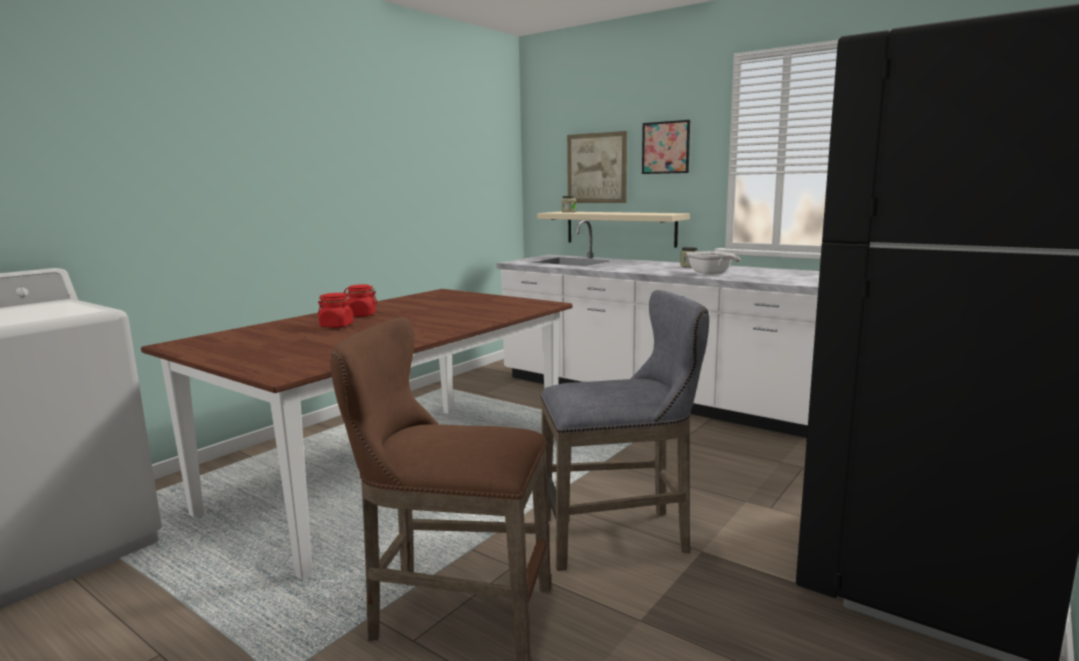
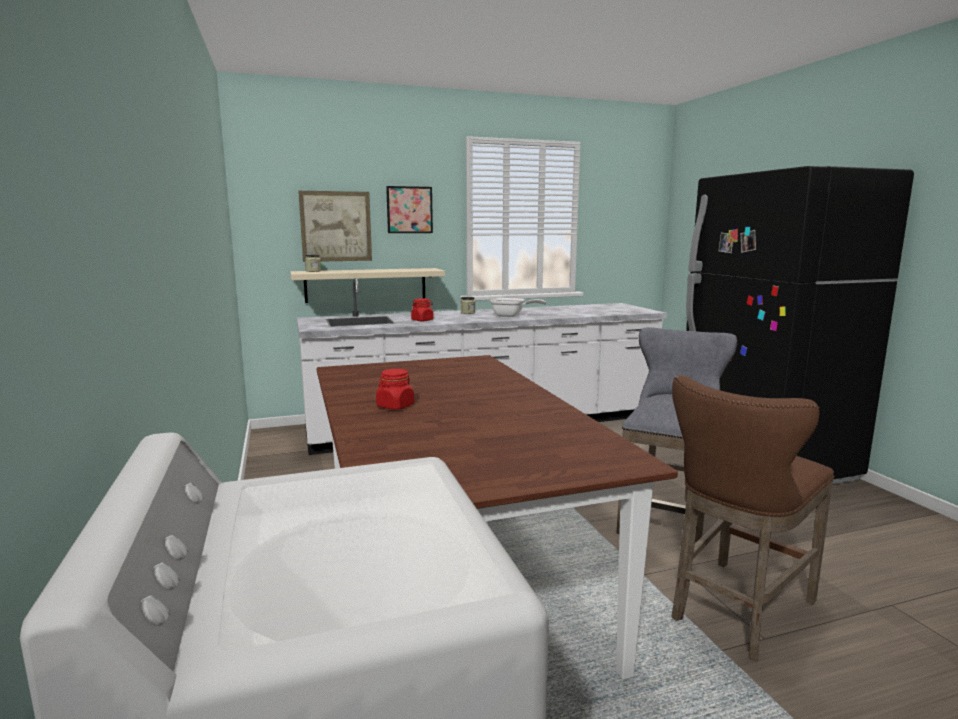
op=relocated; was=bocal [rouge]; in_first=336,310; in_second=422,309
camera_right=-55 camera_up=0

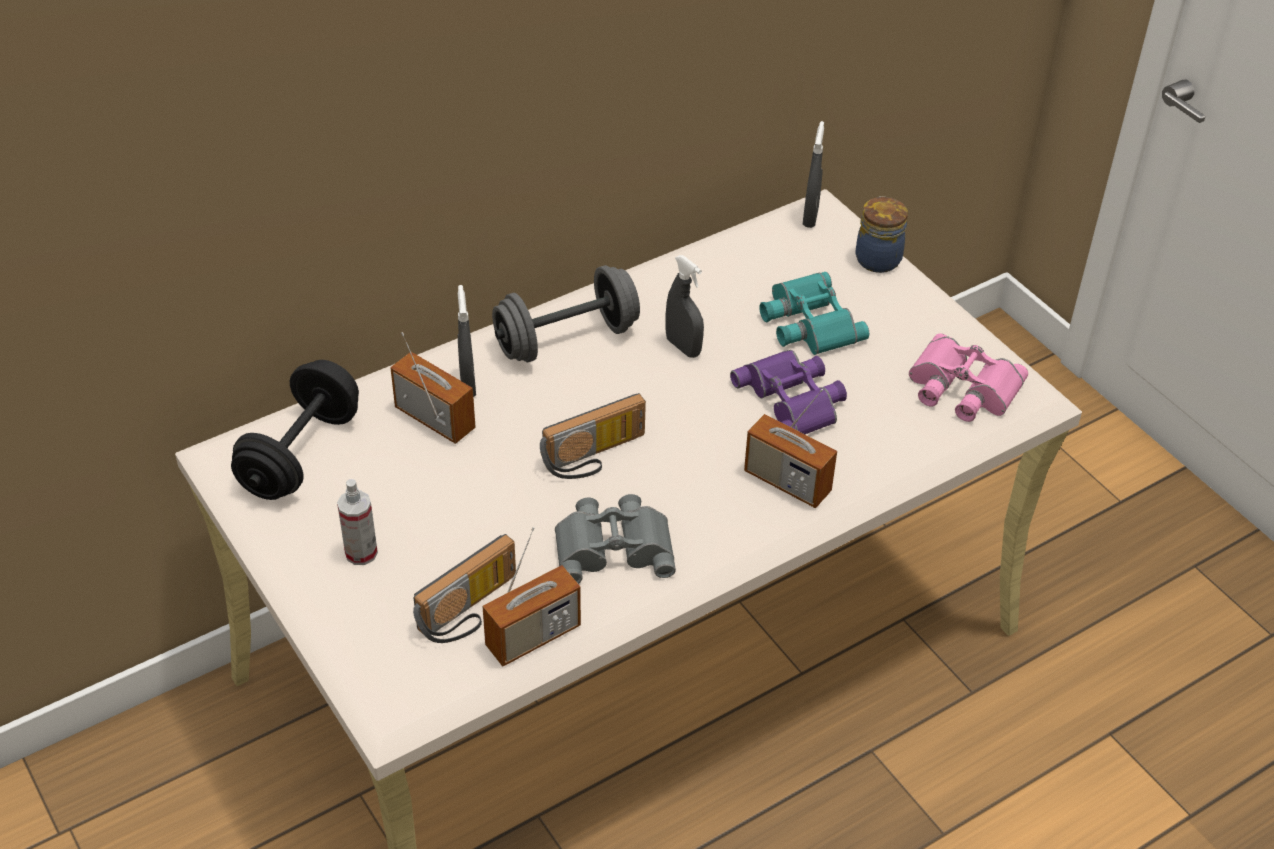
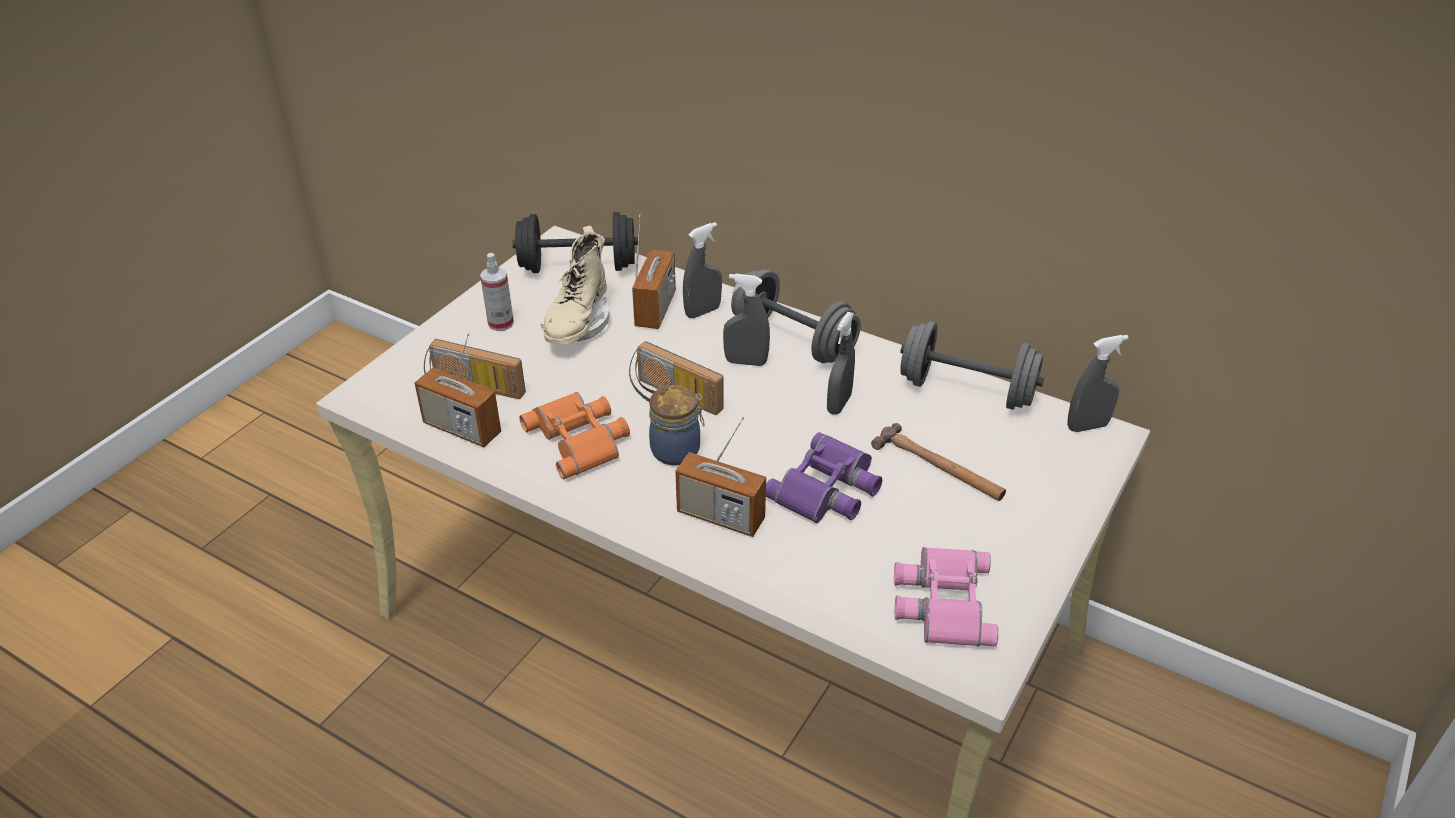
op=colour; was=jumelles [gris]; now=jumelles [orange]; in_first=615,539; in_second=574,435
op=appeared; now=botte [beige]; in_second=575,285
op=relocated; was=bocal; in_first=881,234; in_second=677,425
op=spun; was=radio; in_first=790,448; in_second=720,476; clockwise=-75
op=appeared; now=vaporisateur [gris]; in_second=746,319
op=exchanged; was=jumelles [turquoise]; now=marteau; in_first=814,313; in_second=938,462
op=appeared; now=haltère [gris]; in_second=972,365
camera_right=65 camera_up=-5

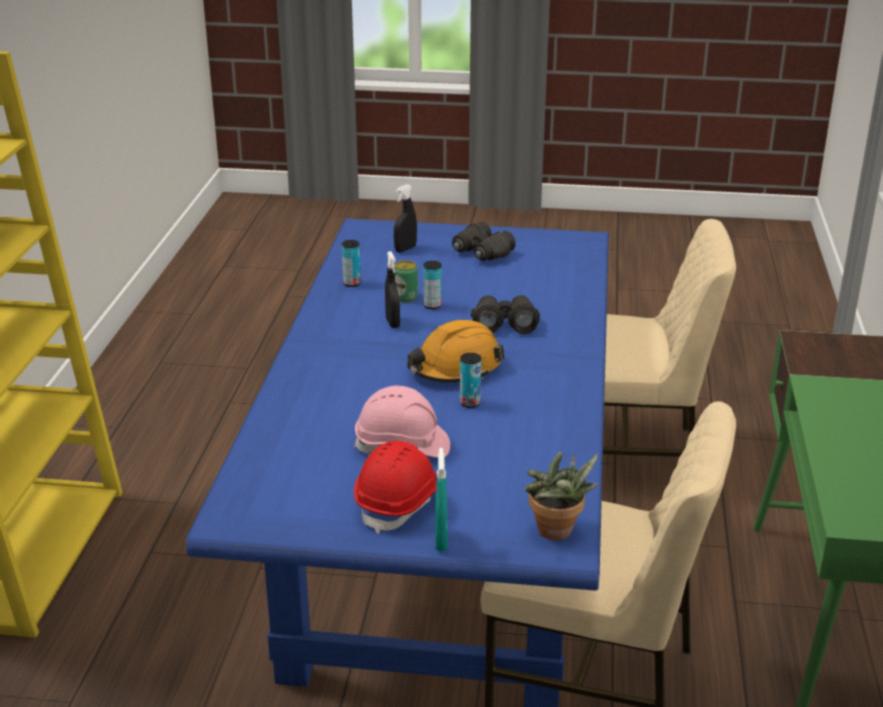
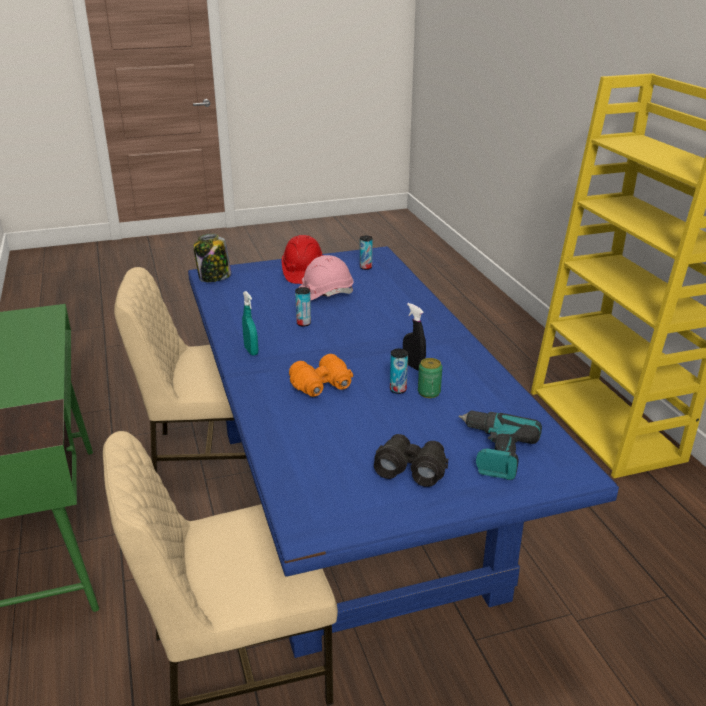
op=exchanged; was=plante en pot; now=bocal; in_first=561,496; in_second=212,258
op=relocated; was=vaporisateur [turquoise]; in_first=441,499; in_second=250,323
op=colour; was=jumelles [noir]; now=jumelles [orange]; in_first=505,314; in_second=321,375
op=relocated; was=boîte métallique; in_first=351,263; in_second=366,253
op=exchanged; was=vaporisateur [noir]; now=perceuse; in_first=405,218; in_second=500,445
op=missing; was=casque de chantier [orange]; in_first=455,351
camera_right=155 camera_up=0

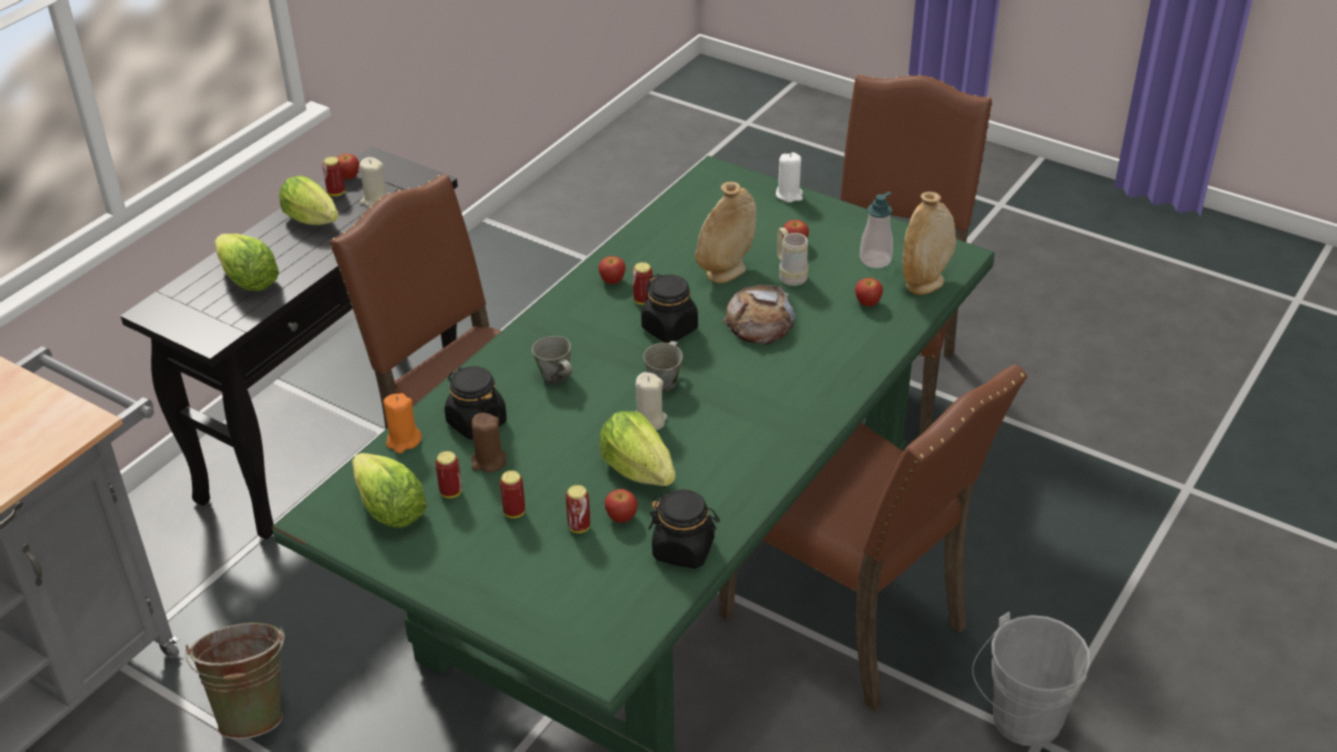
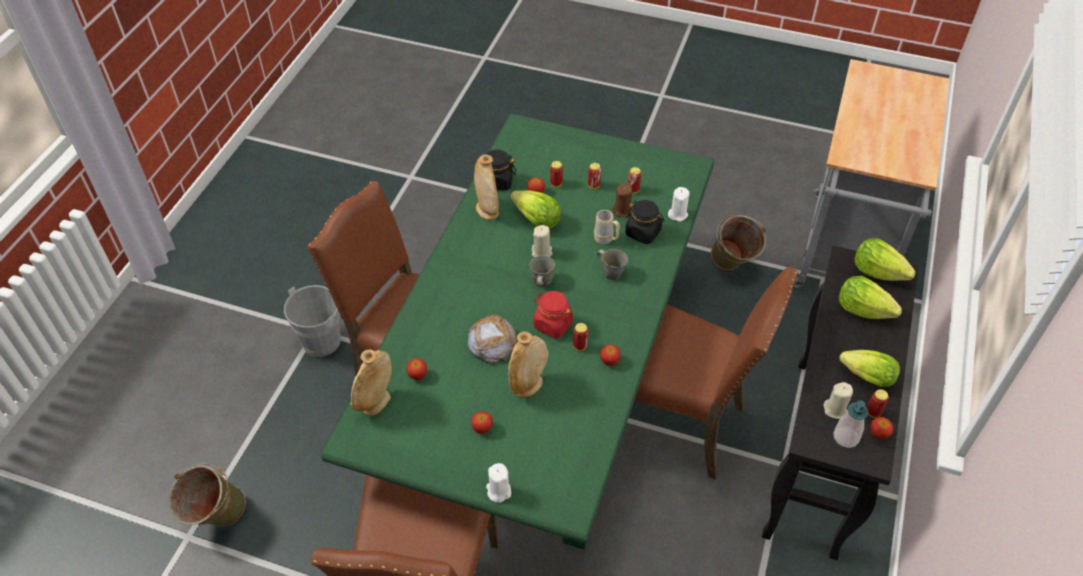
op=appeared; now=seau [vert]; in_second=207,494
op=appeared; now=vase [beige]; in_second=486,187
op=colour; was=bocal [noir]; now=bocal [rouge]; in_first=669,308; in_second=553,315
op=relocated; was=mug [beige]; in_first=792,257; in_second=607,227
op=colour; was=bougie [orange]; now=bougie [blanc]; in_first=403,423; in_second=678,204
op=relocated; was=distributeur de savon; in_first=876,230; in_second=851,424
op=relocated; was=laitue; in_first=389,490; in_second=884,259
camera_right=165 camera_up=10

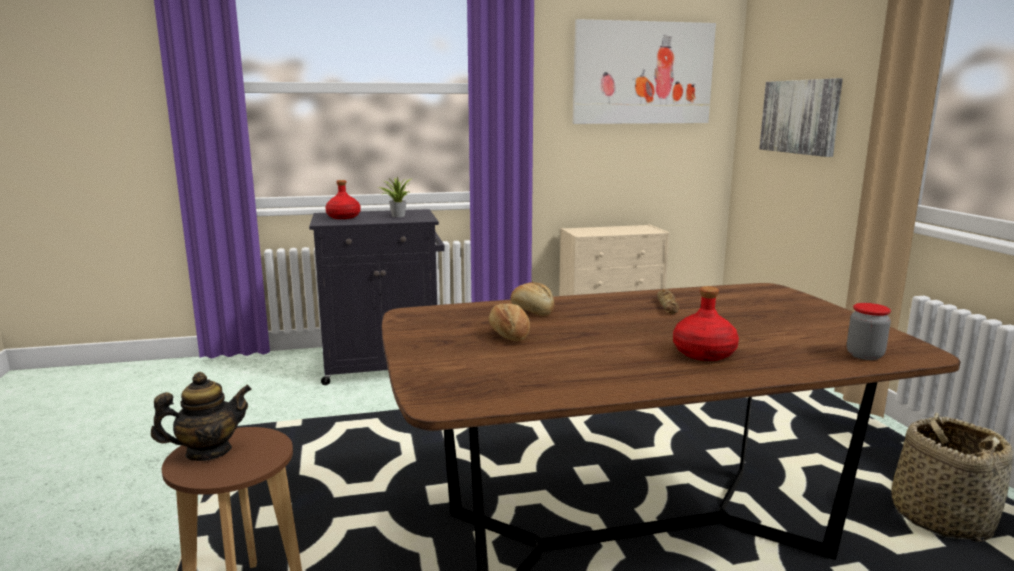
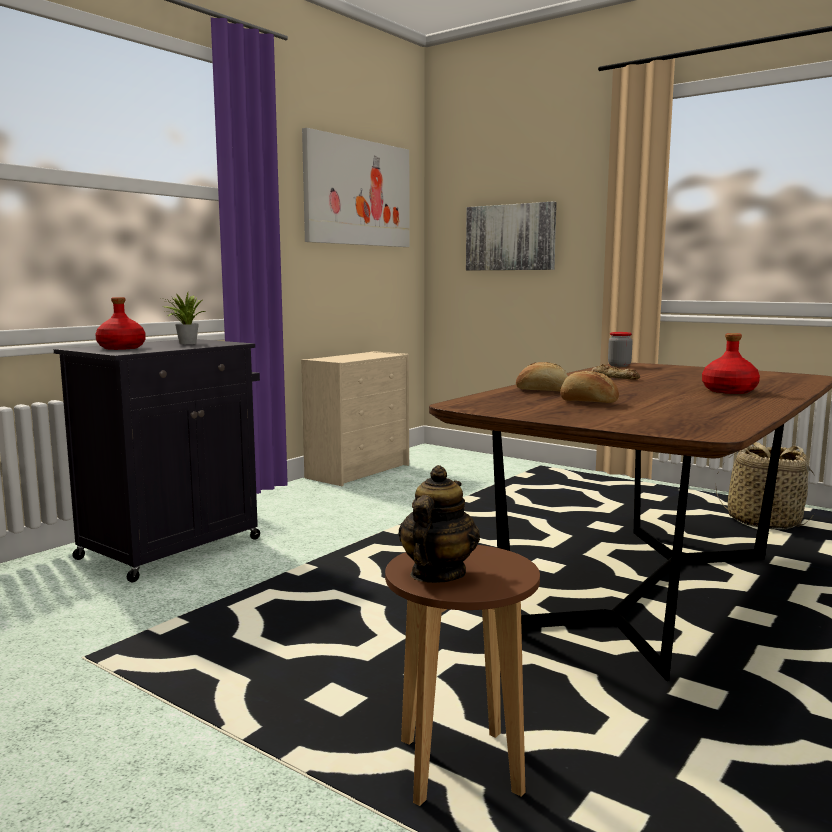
op=relocated; was=bocal; in_first=869,331; in_second=620,349
camera_right=-40 camera_up=-5

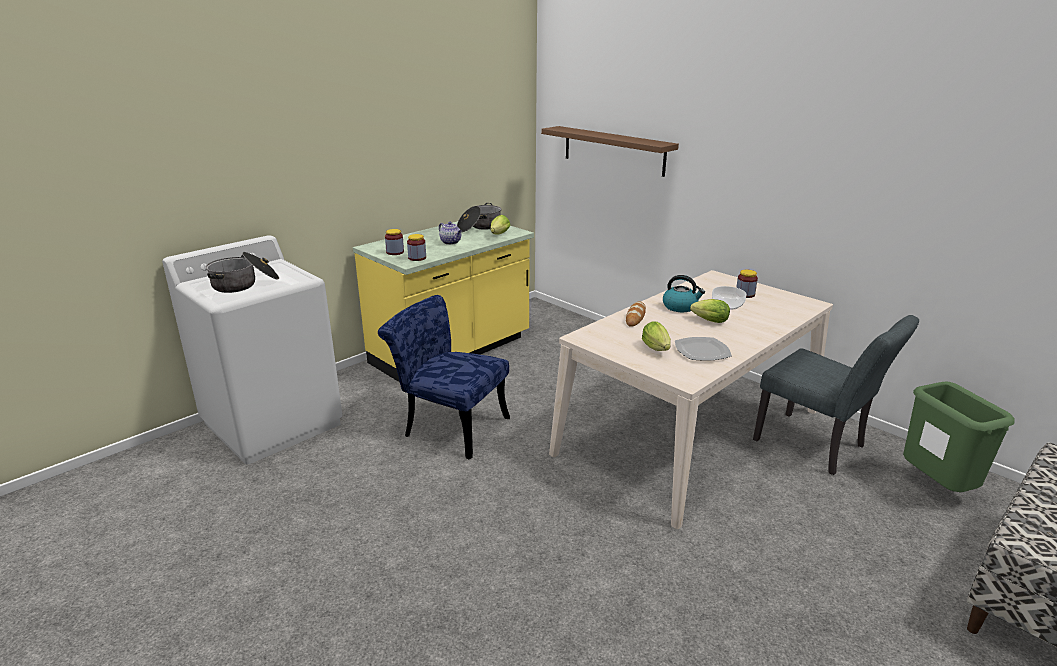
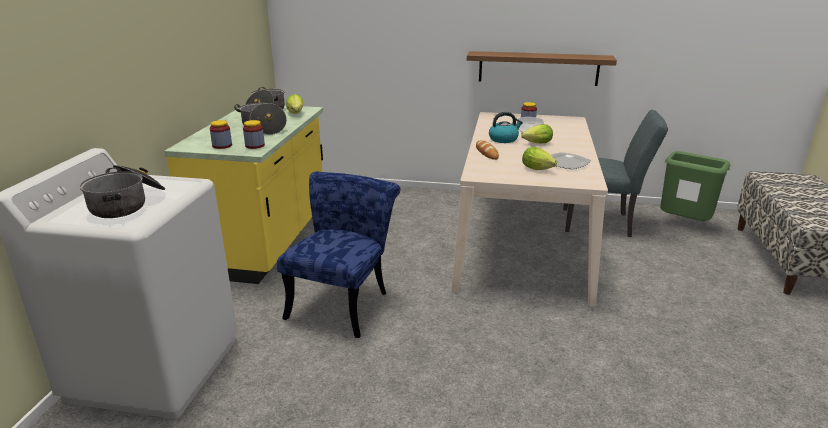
op=exchanged; was=théière; now=marmite; in_first=450,233; in_second=260,119
op=spun; was=chaise [bleu]; in_first=444,377; in_second=339,255; clockwise=120
op=relocated; was=étagère [marron]; in_first=610,151; in_second=542,68
camera_right=-35 camera_up=0

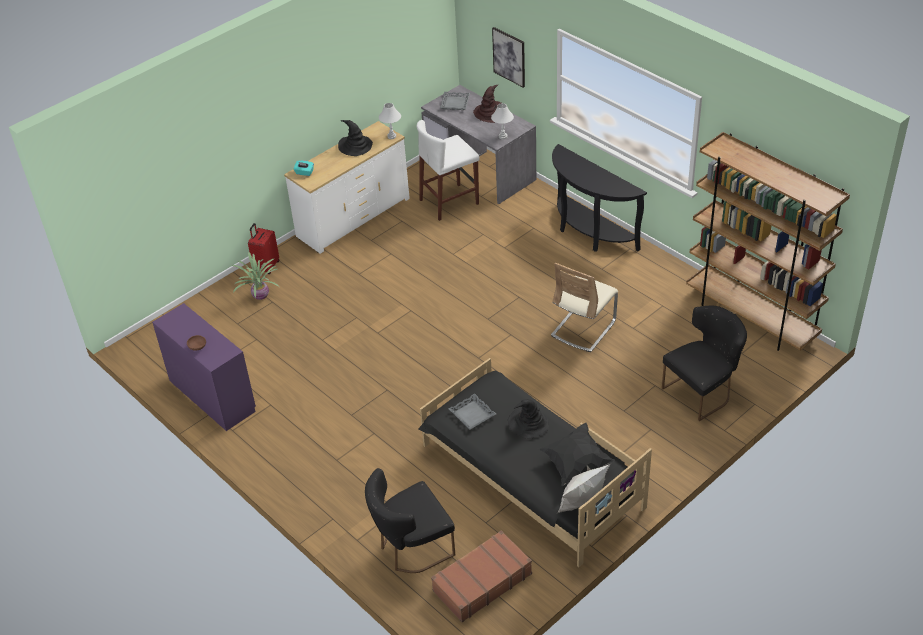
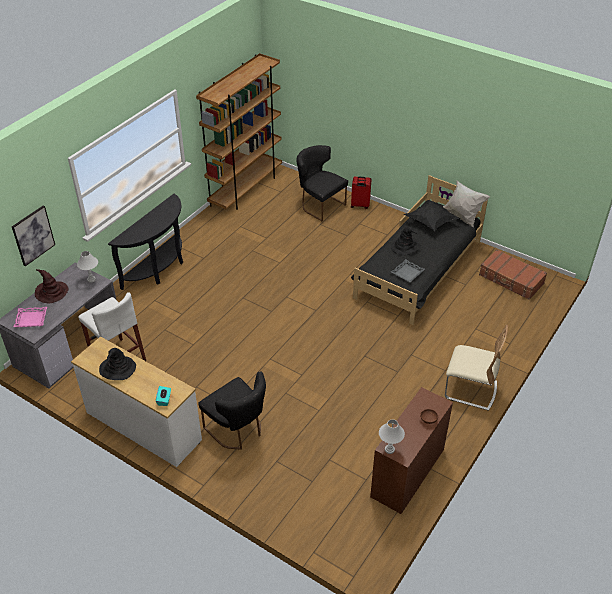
op=colour; was=plateau [gris]; now=plateau [rose]; in_first=455,101; in_second=30,317
op=relocated; was=chaise [noir]; in_first=410,520; in_second=232,410
op=relocated; was=valise [rouge]; in_first=263,248; in_second=361,192
op=colour; was=bureau [violet]; now=bureau [marron]; in_first=204,367; in_second=411,450
op=relocated; was=lampe de table [blanc]; in_first=390,121; in_second=392,436
op=relocated; was=chaise [beige]; in_first=584,307; in_second=476,368
op=missing; was=plante en pot; in_first=255,276
camera_right=-105 camera_up=0

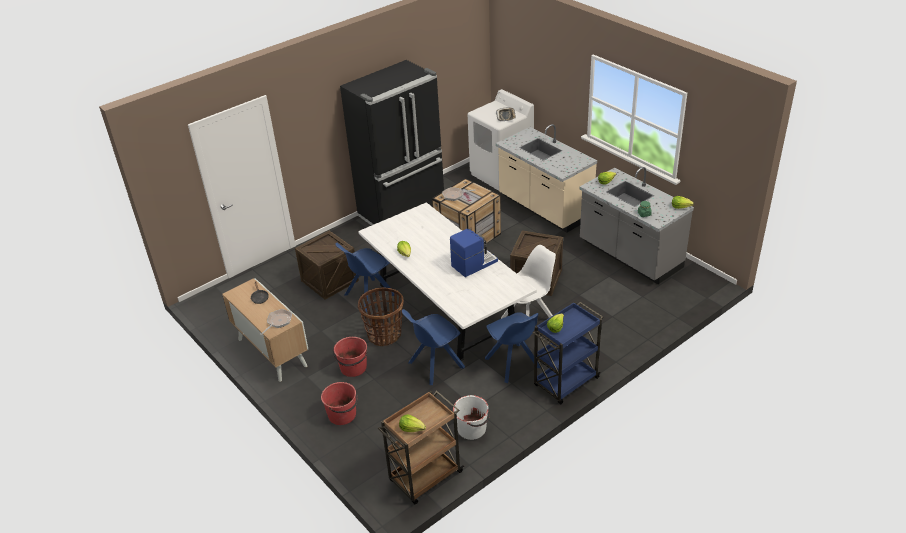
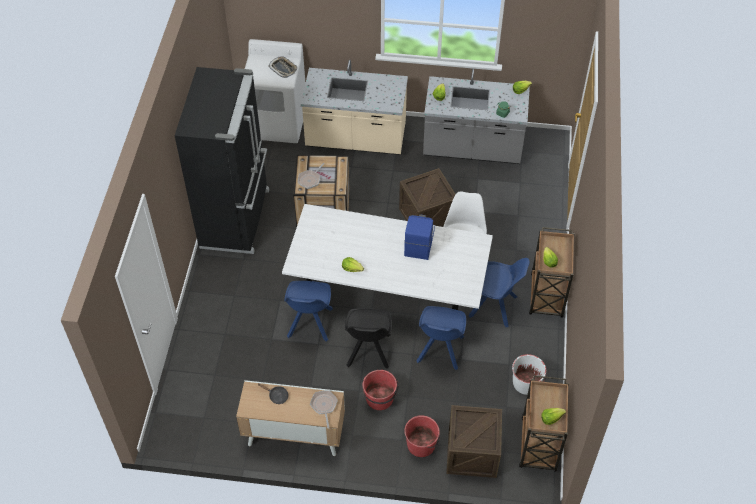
op=exchanged; was=panier; now=chaise [noir]; in_first=381,316; in_second=368,338
op=relocated; was=caisse; in_first=327,265; in_second=474,441
op=colour; was=chariot [bleu]; now=chariot [marron]; in_first=568,353; in_second=552,272
camera_right=-45 camera_up=15

